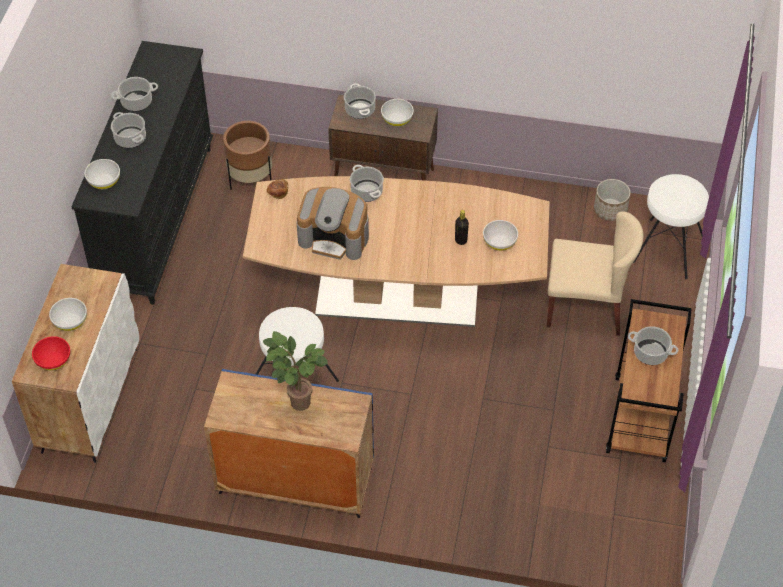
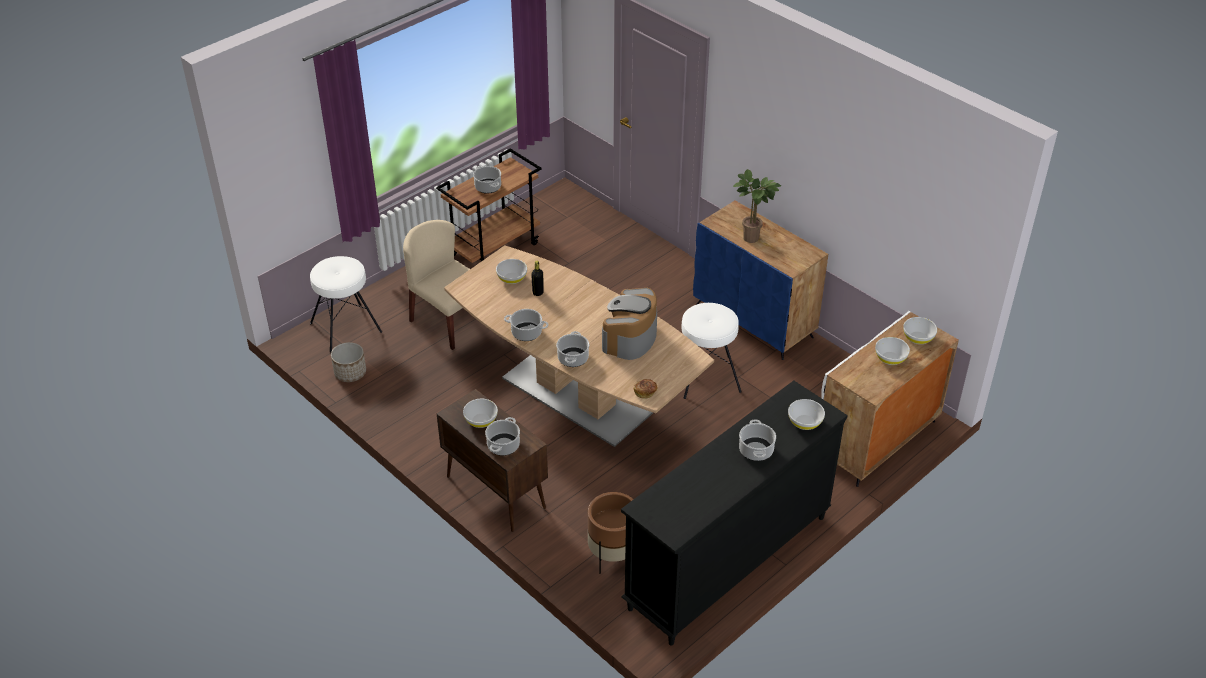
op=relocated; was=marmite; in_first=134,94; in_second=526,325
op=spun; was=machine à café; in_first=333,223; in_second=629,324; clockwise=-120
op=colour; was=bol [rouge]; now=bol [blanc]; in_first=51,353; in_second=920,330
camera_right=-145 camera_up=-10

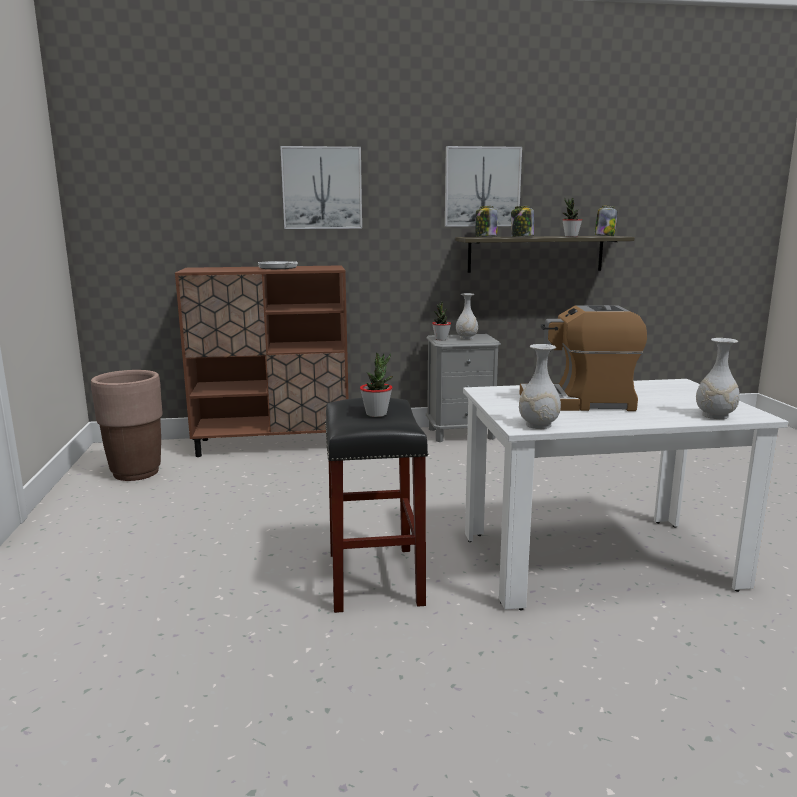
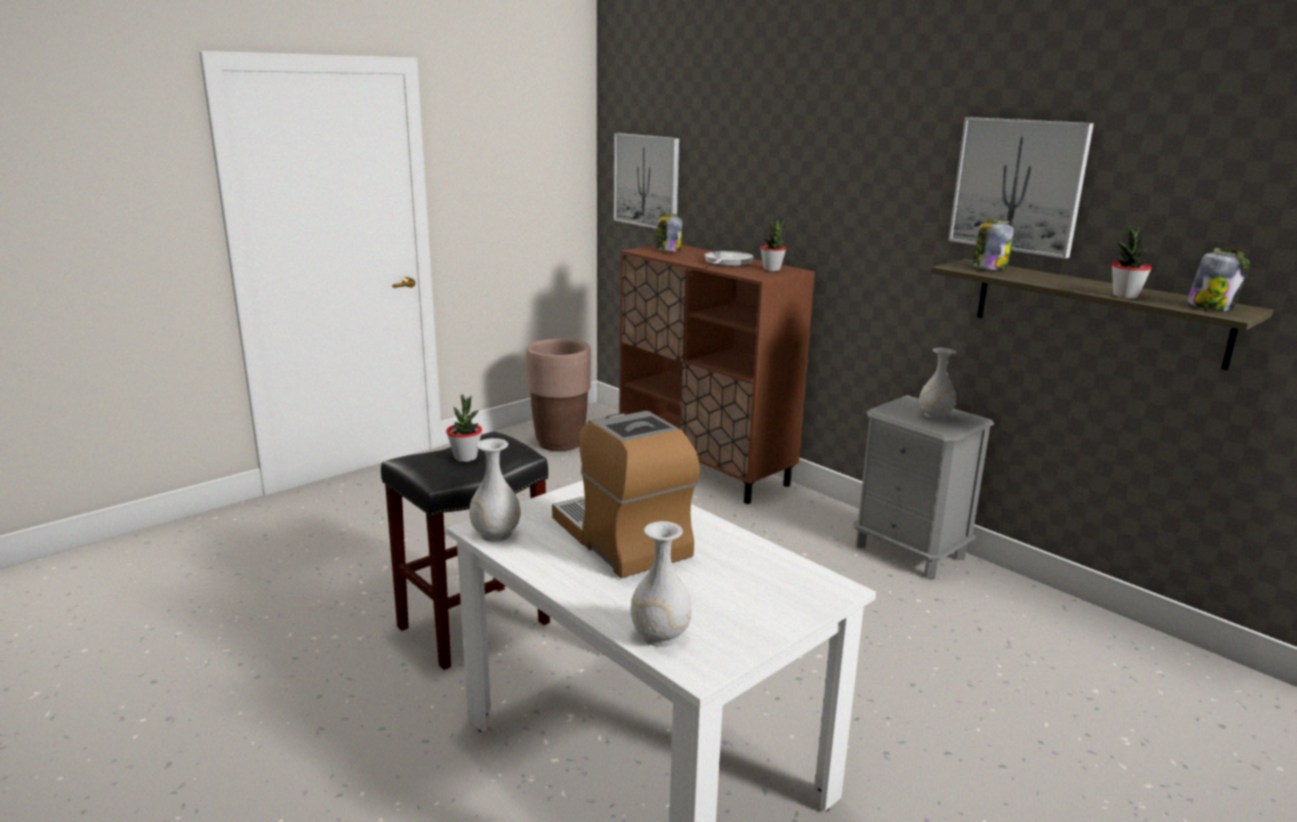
op=relocated; was=tableau; in_first=321,187; in_second=646,181
op=relocated; was=bocal; in_first=522,221; in_second=669,232
op=relocated; was=plante en pot; in_first=441,320; in_second=773,244
camera_right=55 camera_up=5

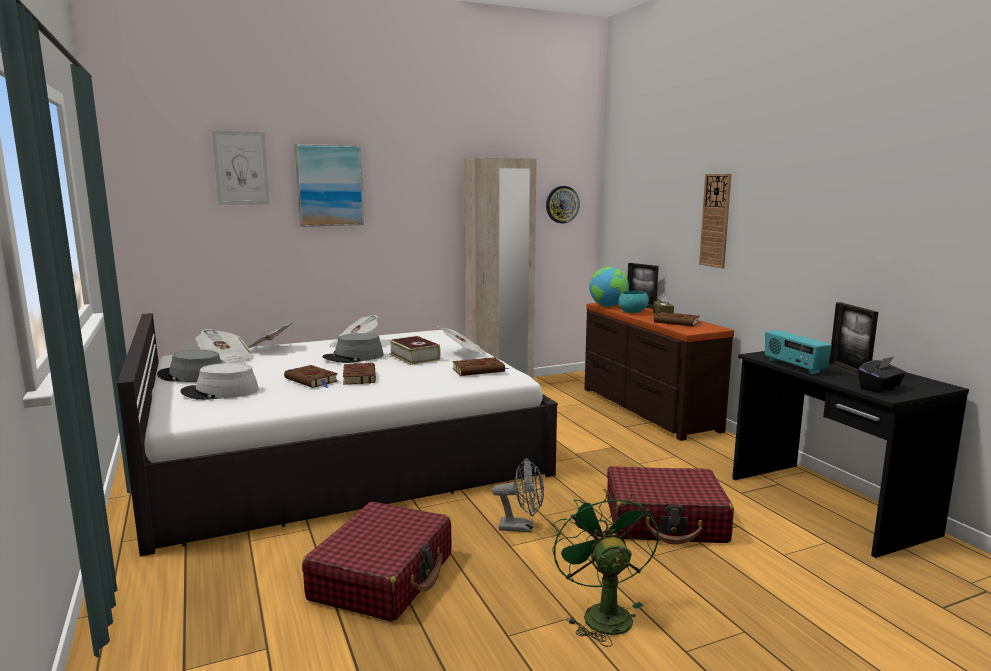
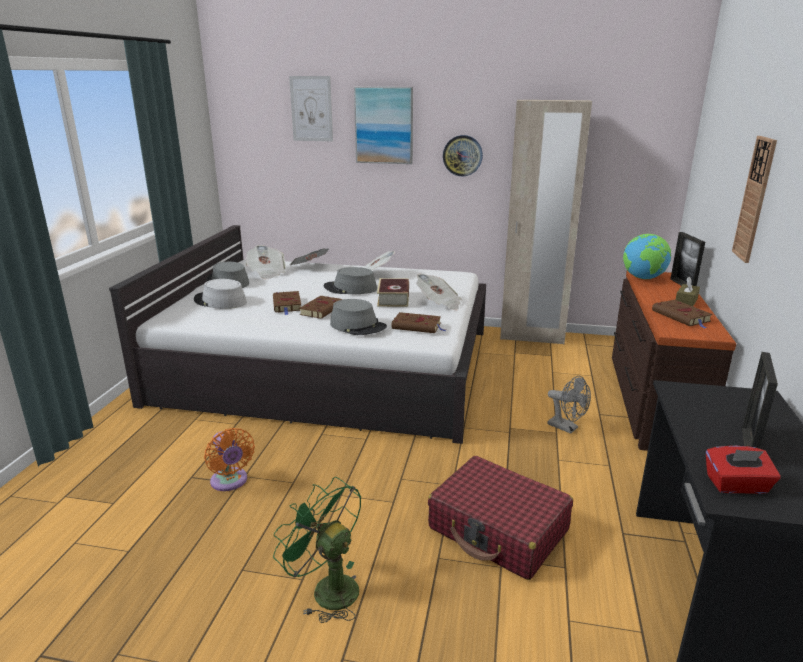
op=exchanged; was=valise [rouge]; now=ventilateur [orange]; in_first=377,562; in_second=229,459
op=spun; was=ventilateur [vert]; in_first=605,568; in_second=317,550; clockwise=-75
op=appeared; now=chapeau [gris]; in_second=358,317
op=relocated; was=horloge murale; in_first=563,204; in_second=463,155
op=relocated; was=ventilateur [gris]; in_first=518,495; in_second=569,405
op=colour; was=boîte à mouchoirs [noir]; now=boîte à mouchoirs [rouge]; in_first=882,375; in_second=743,470
op=missing; was=bol [turquoise]; in_first=633,302
op=missing; was=radio; in_first=798,352
camera_right=35 camera_up=10

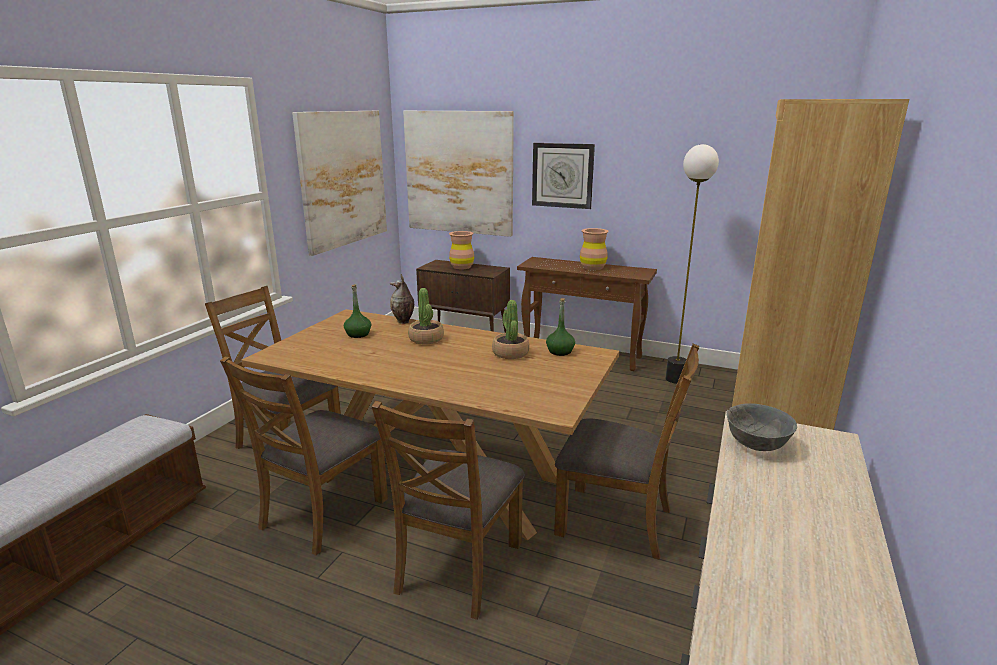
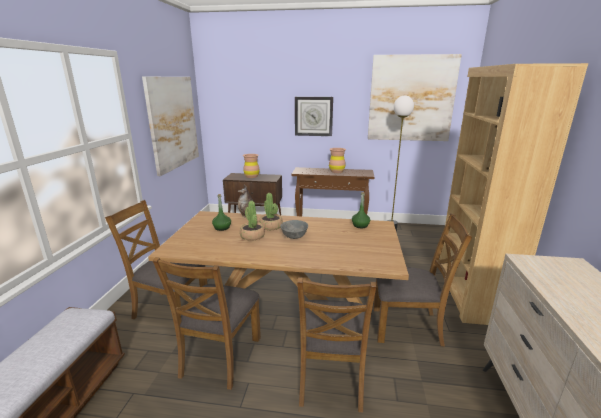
op=relocated; was=plante en pot; in_first=511,329; in_second=252,221
op=relocated; was=bol [gris]; in_first=762,427; in_second=294,229
op=relocated; was=tableau; in_first=458,174; in_second=415,97
camera_right=-15 camera_up=0

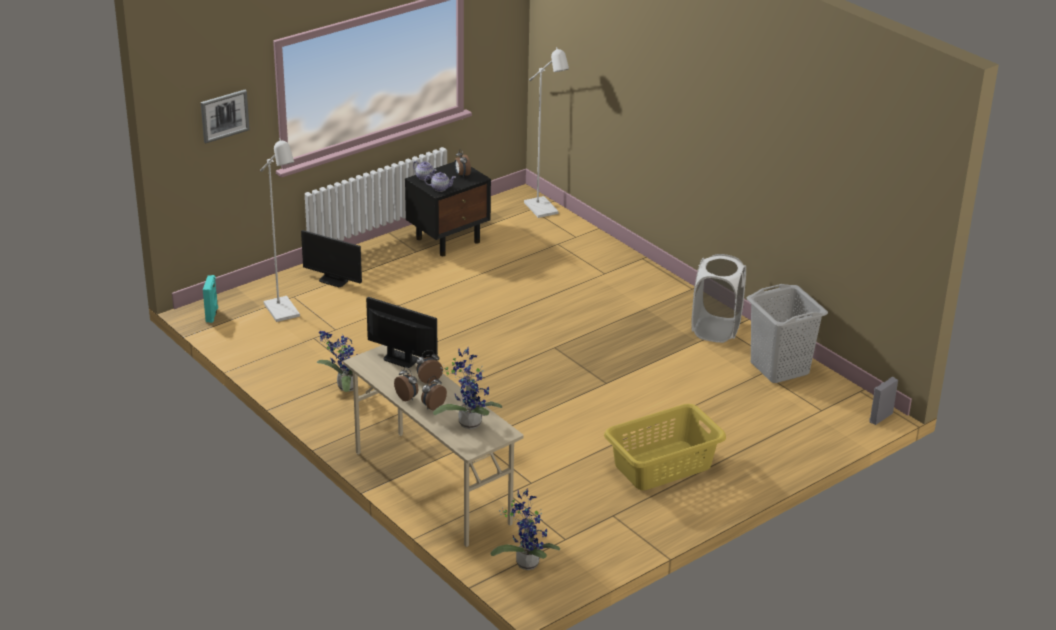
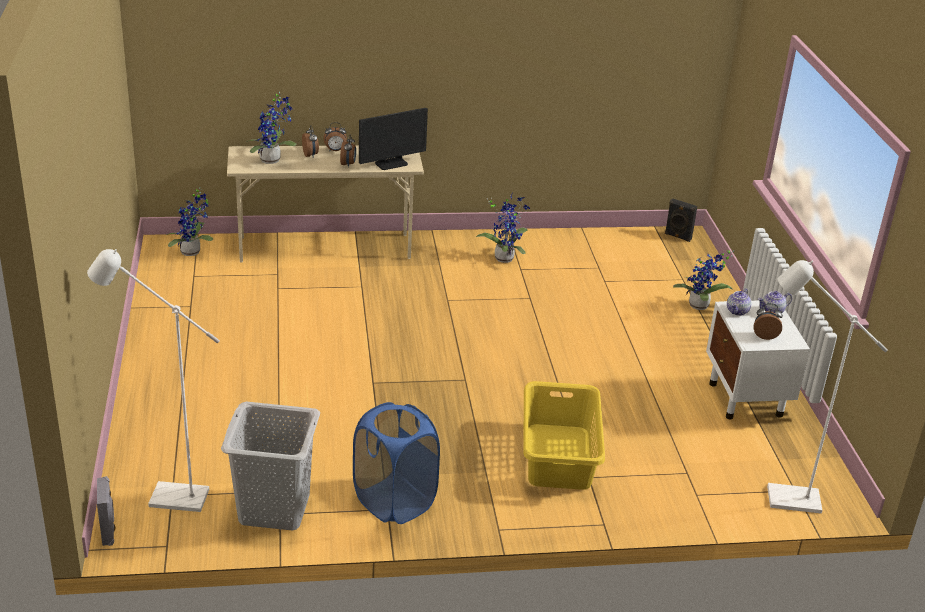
op=relocated; was=lampadaire [blanc]; in_first=280,230; in_second=153,380
op=colour; was=panier à linge [blanc]; now=panier à linge [bleu]; in_first=718,298; in_second=396,463
op=relocated; was=panier à linge [jaune]; in_first=665,447; in_second=564,435
op=colour; was=enceinte [turquoise]; now=enceinte [noir]; in_first=210,299; in_second=681,220
op=exchanged; was=écran d'ordinateur; now=plante en pot; in_first=331,258; in_second=703,280
op=colour; was=table de chevet [noir]; now=table de chevet [blanc]; in_first=448,209; in_second=758,360
op=missing; was=tableau; in_first=225,116
camera_right=120 camera_up=0

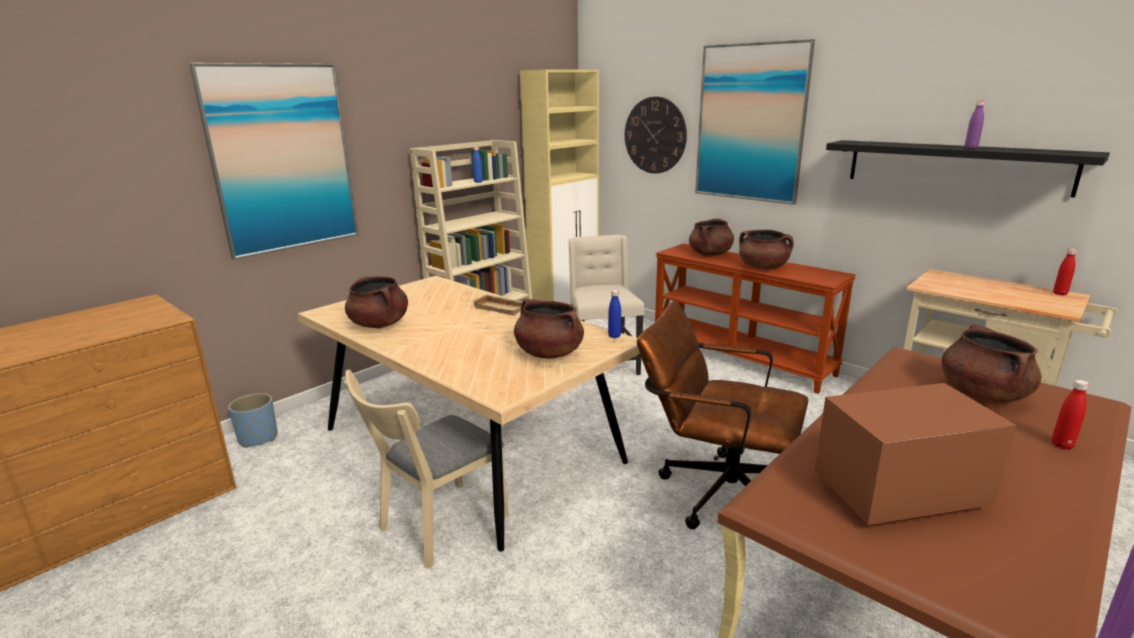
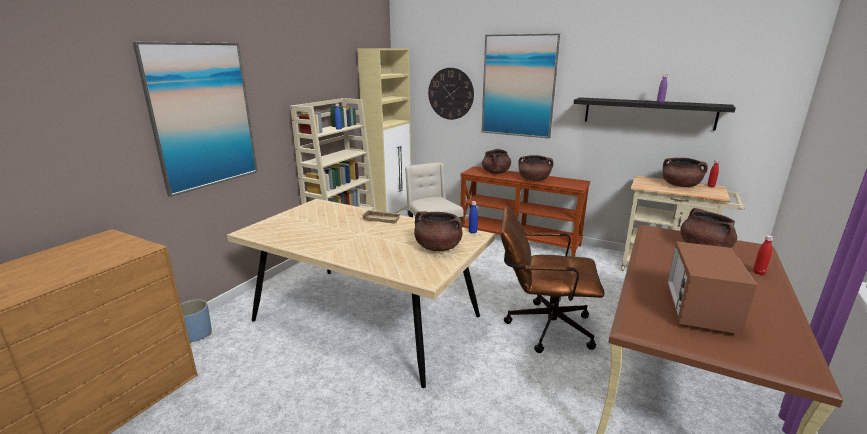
op=relocated; was=marmite [marron]; in_first=376,302; in_second=685,172
op=spun; was=micro-ondes; in_first=916,454; in_second=712,287; clockwise=-45
op=missing; was=chaise [beige]; in_first=426,469
camera_right=-15 camera_up=0

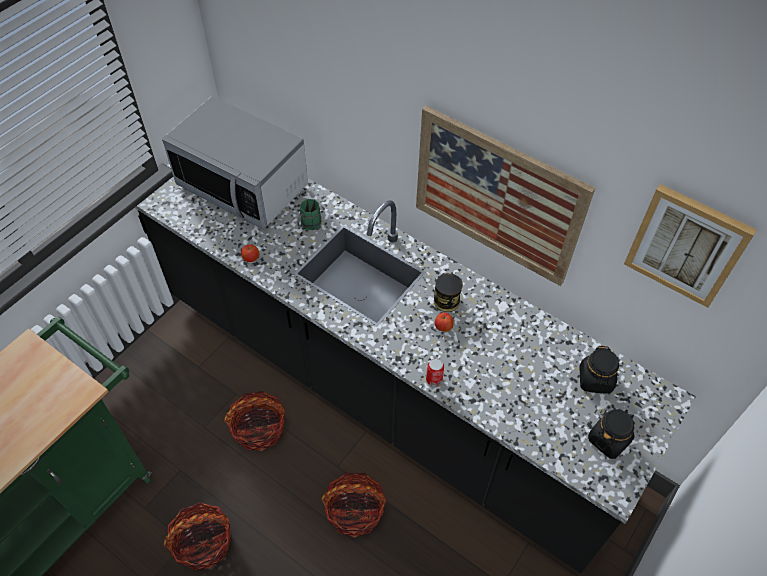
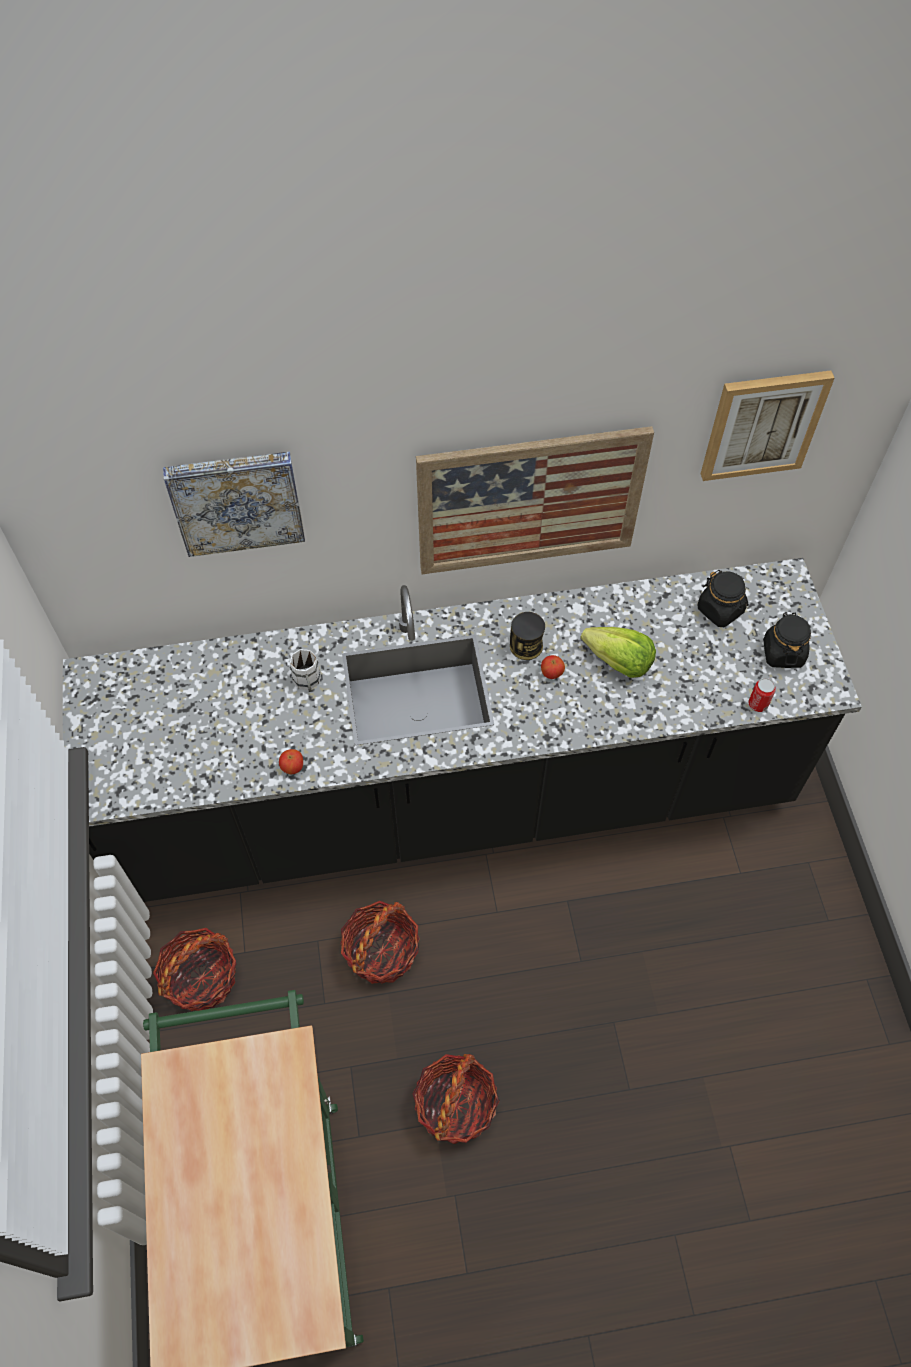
op=relocated; was=panier; in_first=353,505; in_second=194,969
op=appeared; now=tableau; in_second=234,504
op=colour; was=mug [vert]; now=mug [blanc]; in_first=309,214; in_second=305,670
op=appeared; now=laitue; in_second=618,652
op=relocated; was=boîte métallique; in_first=435,372; in_second=762,695
op=missing; was=micro-ondes; in_first=235,162
camera_right=-45 camera_up=5

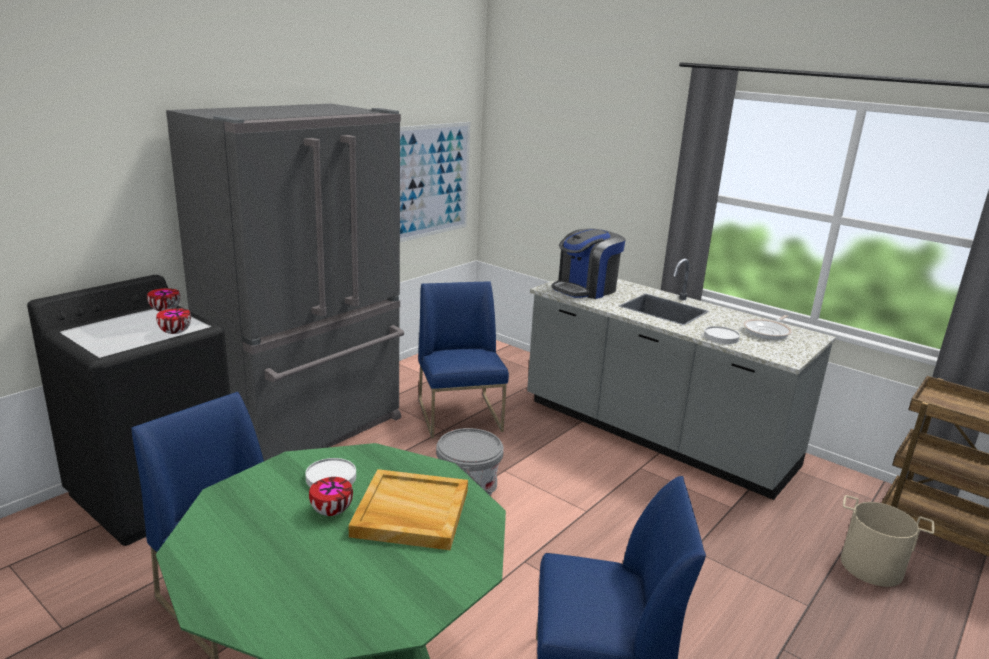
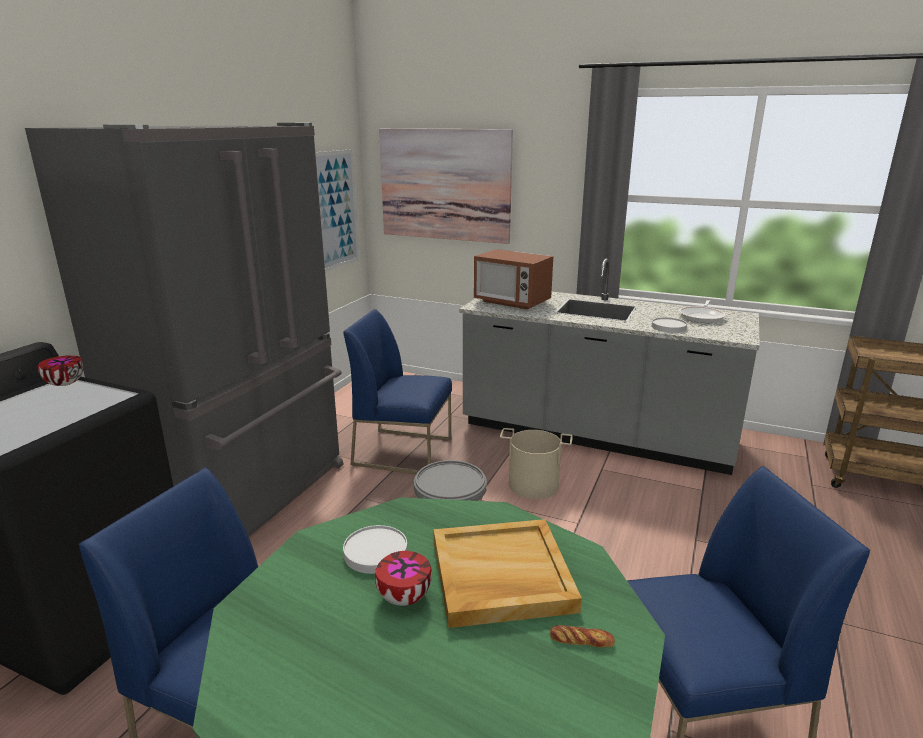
op=spun; was=chaise [bleu]; in_first=463,359; in_second=397,391; clockwise=-45
op=appeared; now=tableau; in_second=446,186
op=exchanged; was=machine à café; now=micro-ondes; in_first=588,263; in_second=513,279
op=relocated; was=seau [beige]; in_first=888,541; in_second=536,463
op=appeared; now=pain; in_second=582,636
op=missing; was=bol; in_first=173,321
camera_right=-15 camera_up=0

